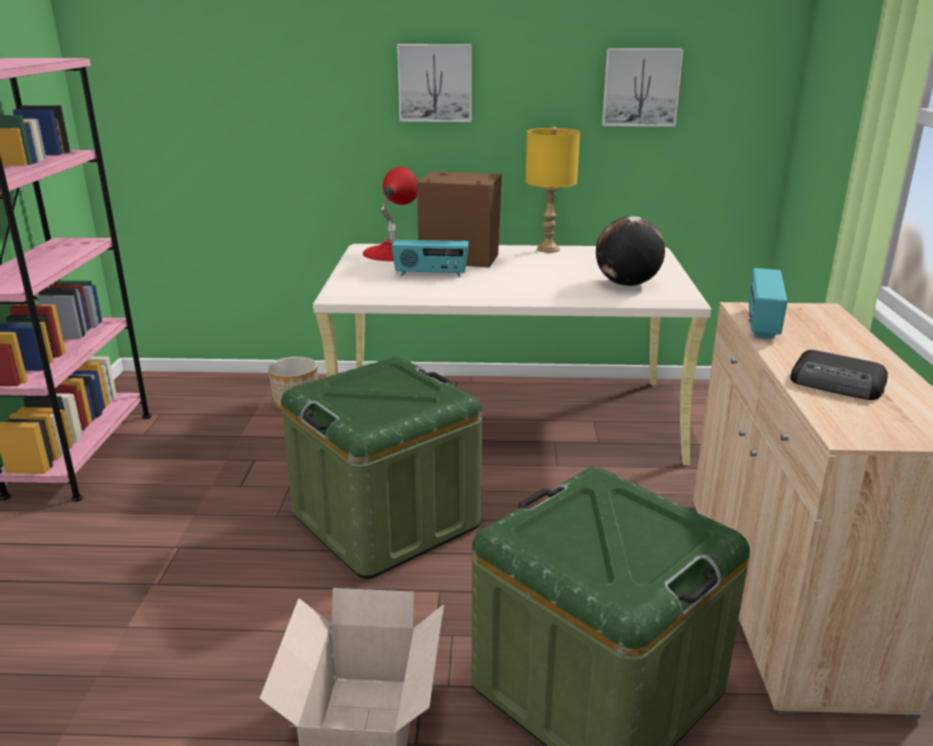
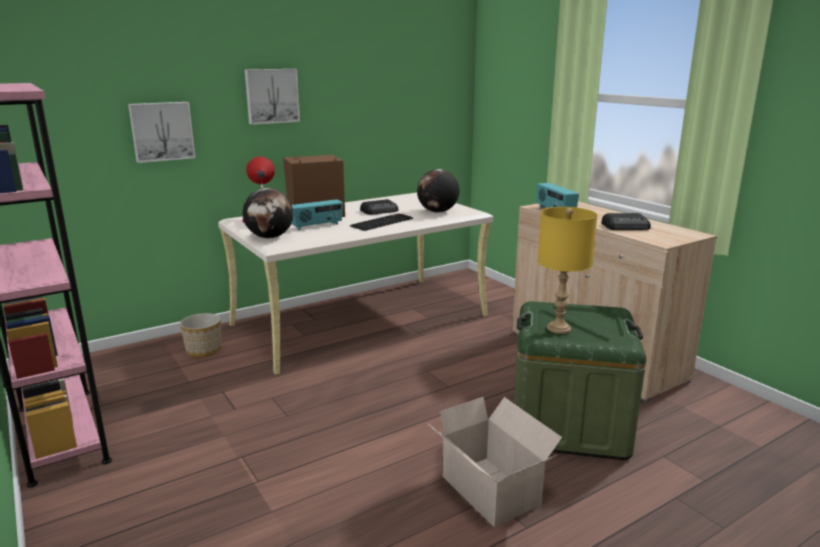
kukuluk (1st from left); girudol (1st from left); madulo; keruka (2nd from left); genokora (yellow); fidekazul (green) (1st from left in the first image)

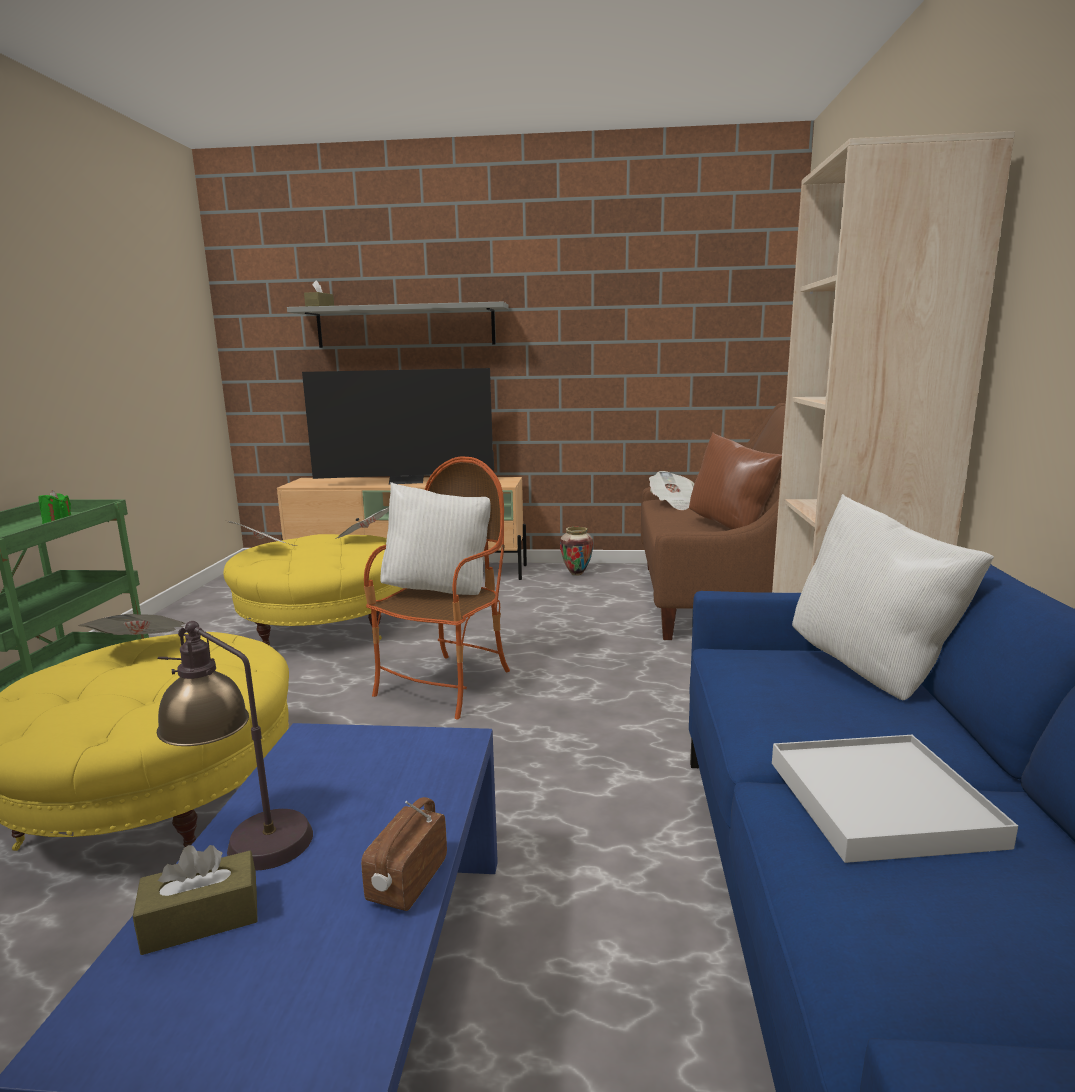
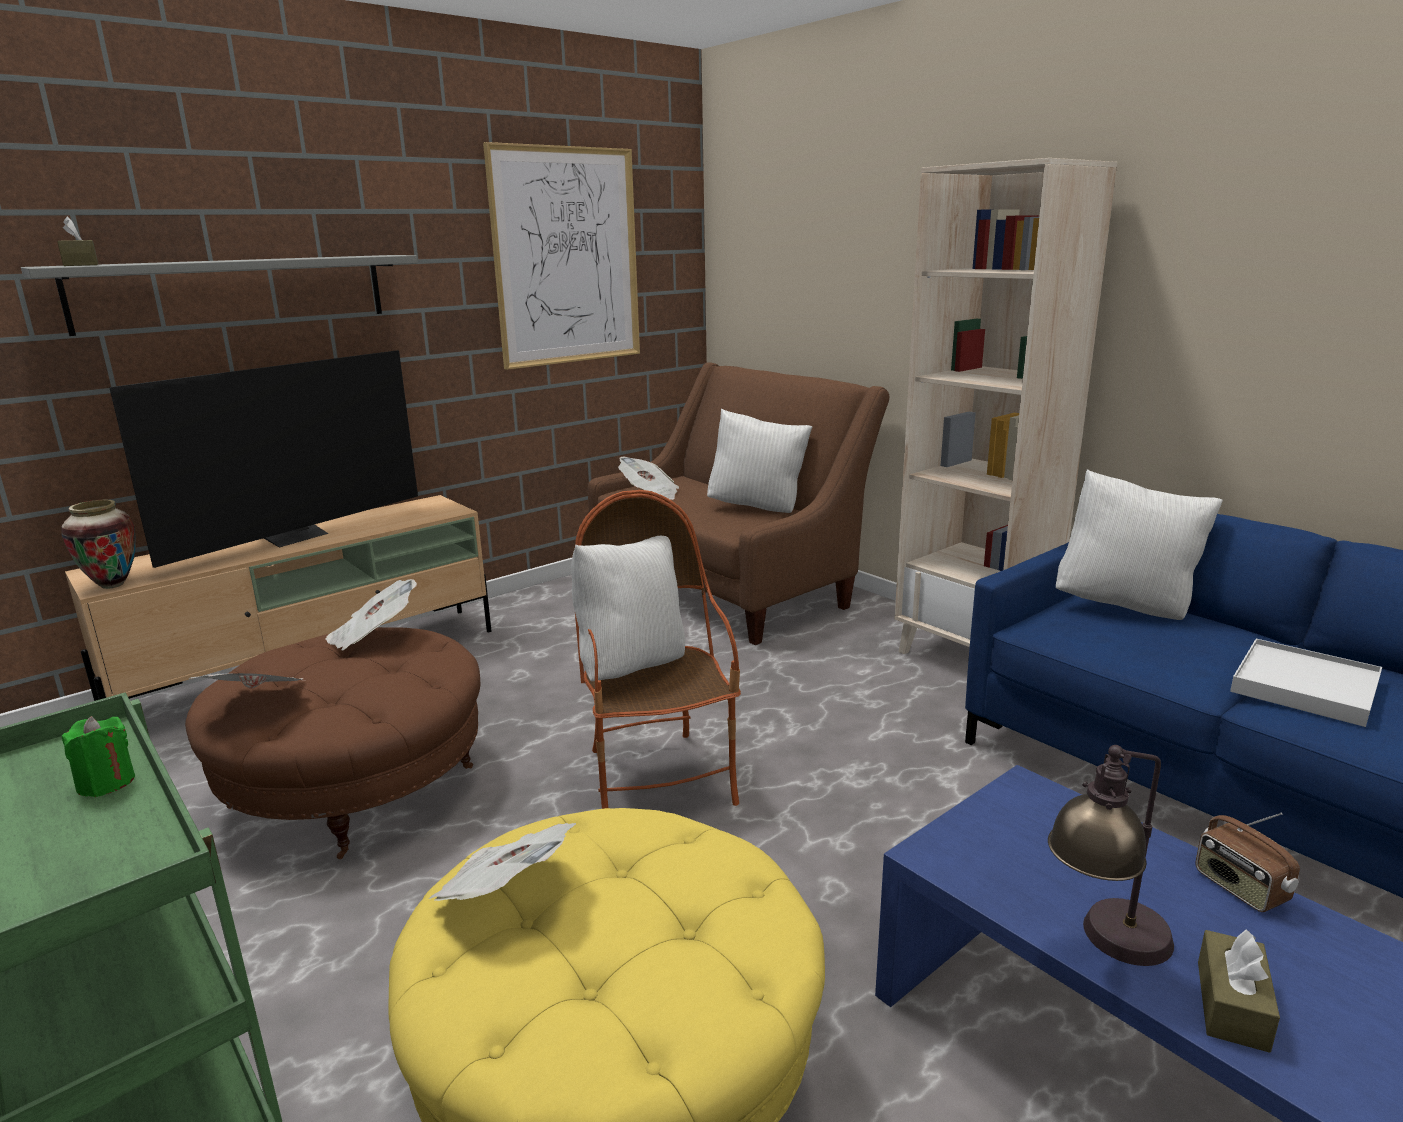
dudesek; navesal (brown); kukuluk; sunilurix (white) (2nd from left)

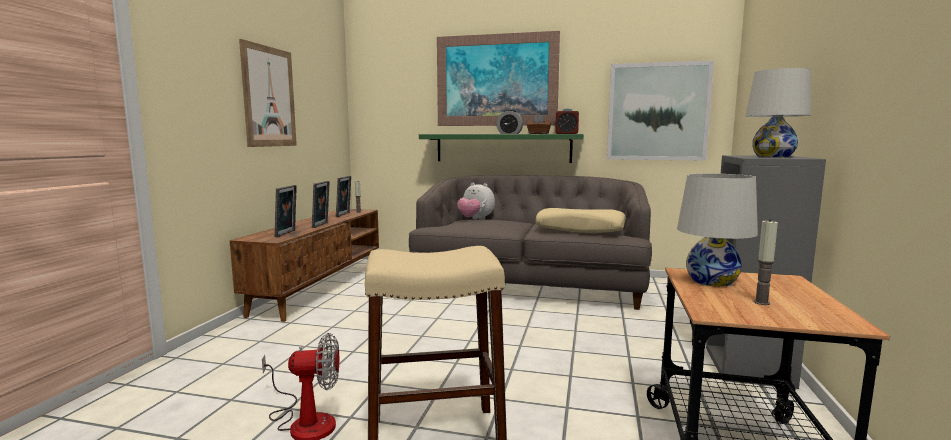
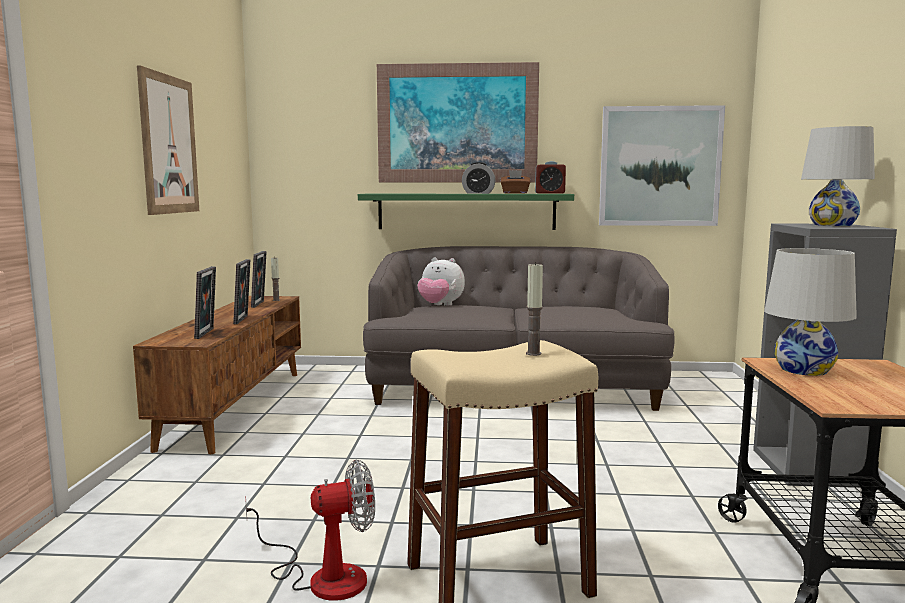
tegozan (2nd from left); sunilurix (beige)

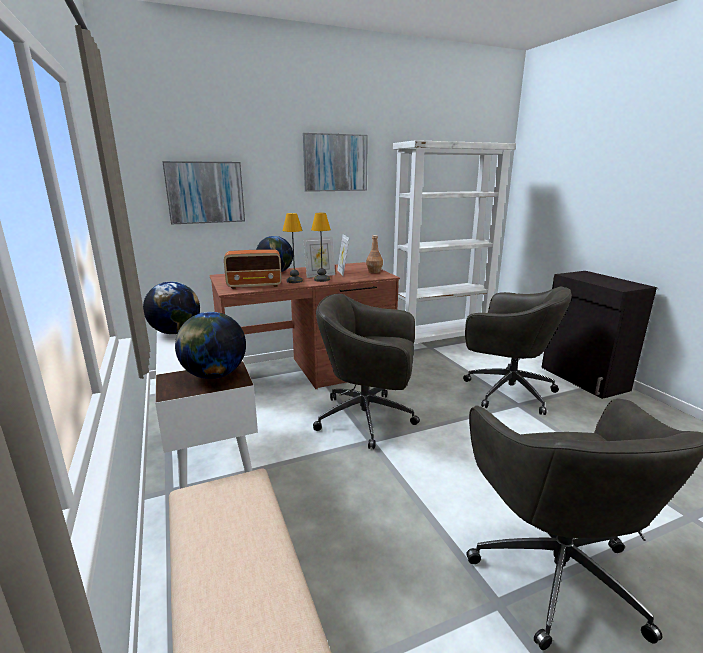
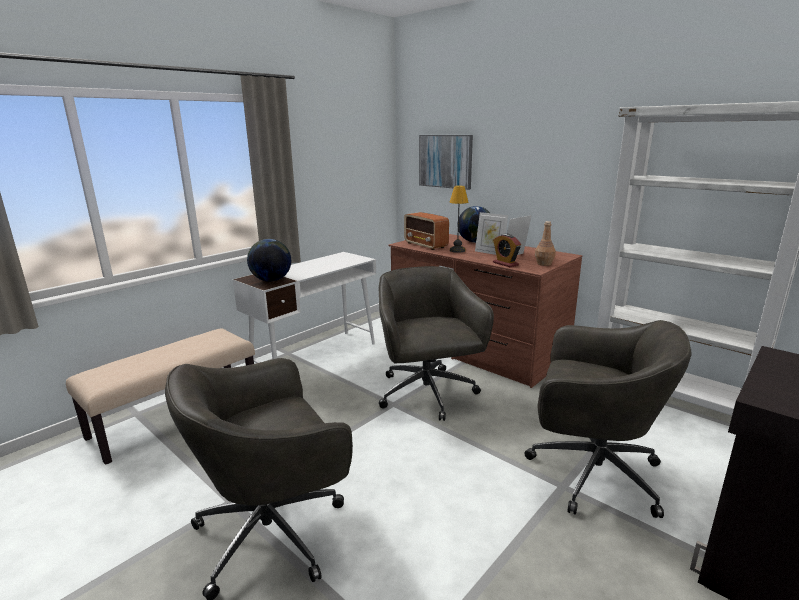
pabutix; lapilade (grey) (3rd from left); girudol (1st from left in the first image); kukuluk (2nd from left in the first image); genokora (2nd from left in the first image)

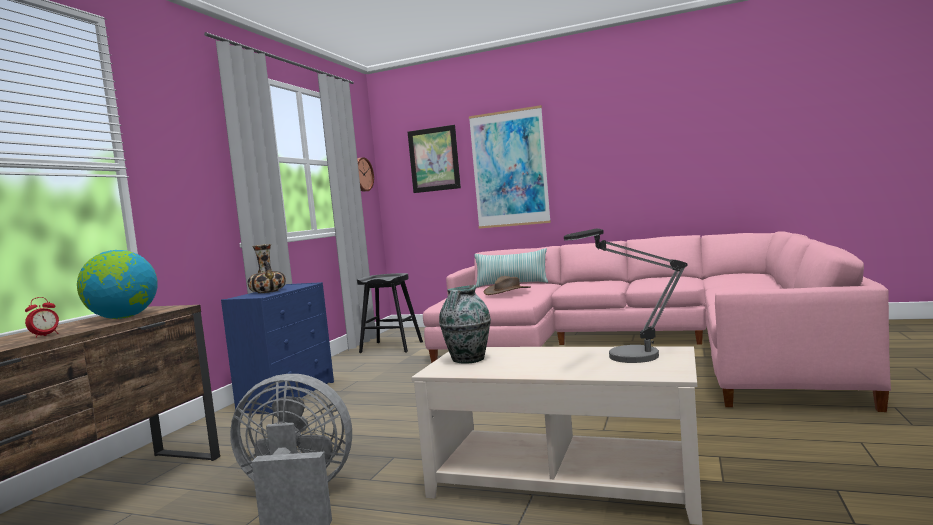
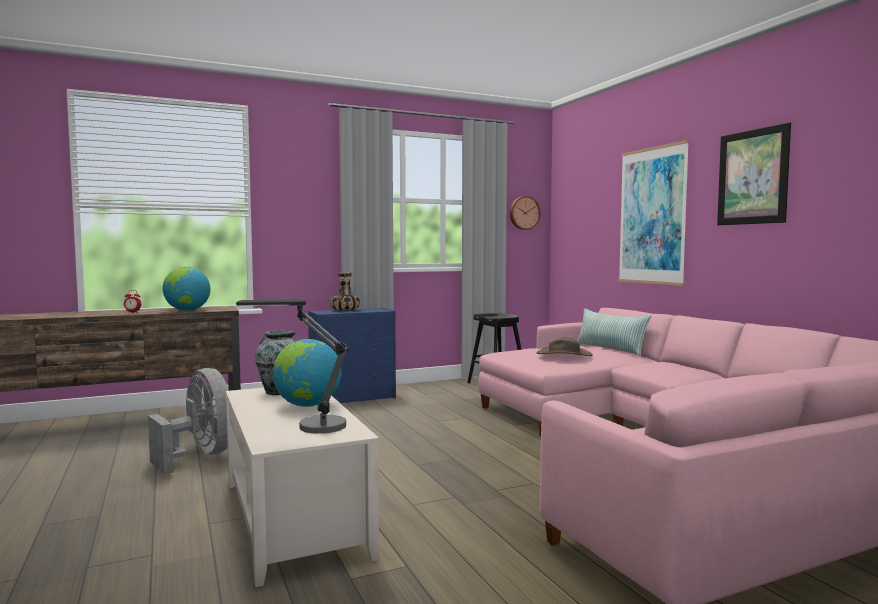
girudol (2nd from left); kukuluk (2nd from left)

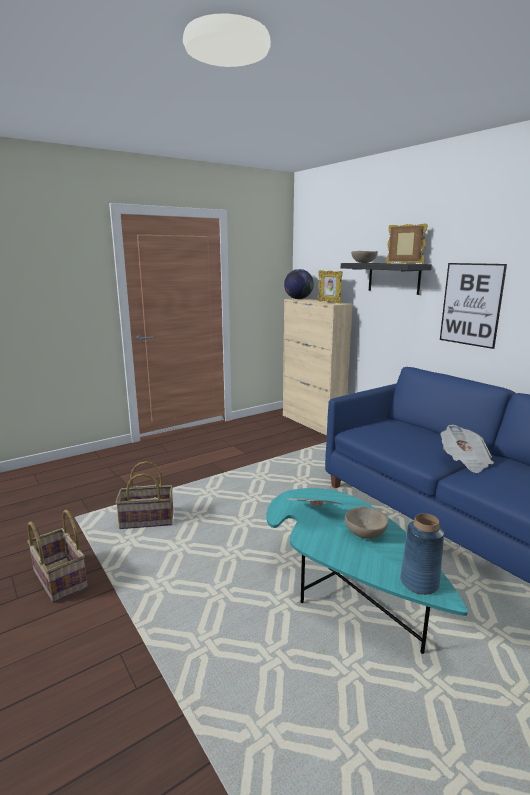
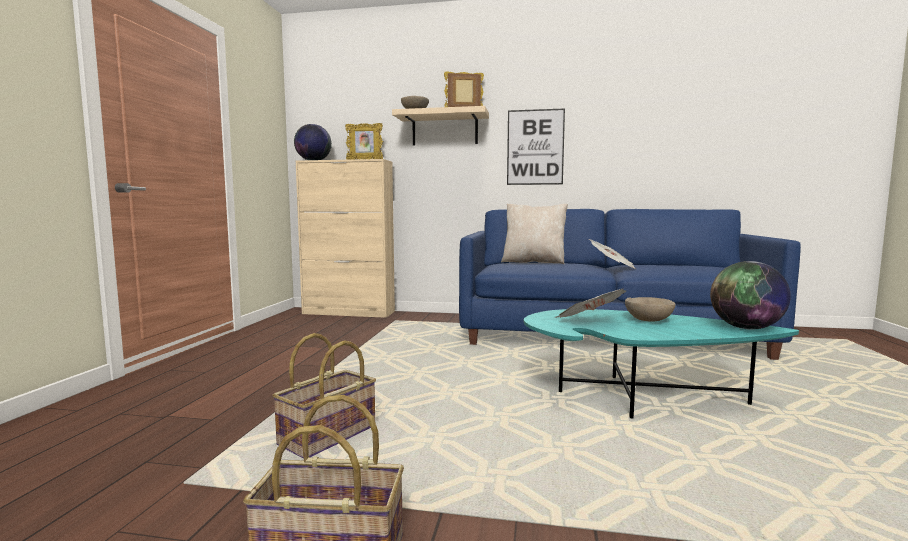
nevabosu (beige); sunilurix (beige); girudol (2nd from left)

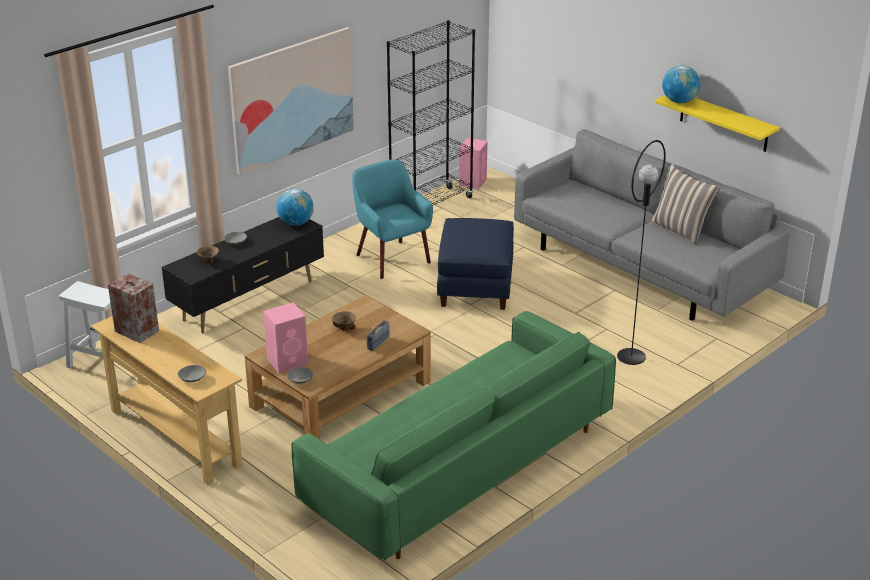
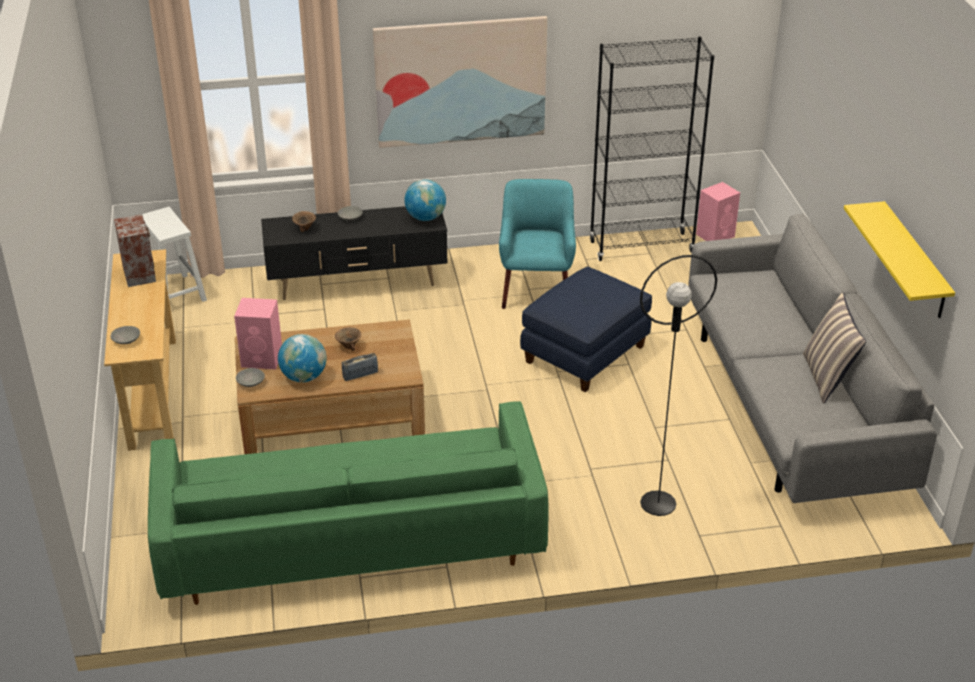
girudol (1st from left)

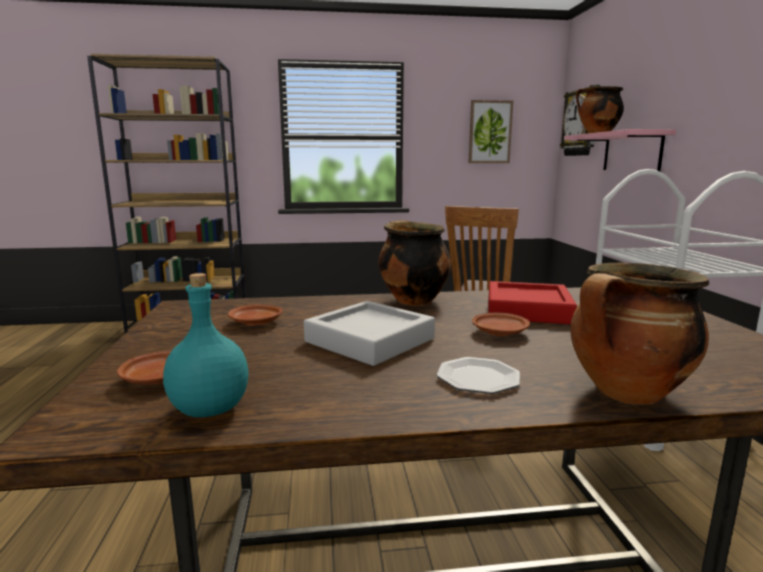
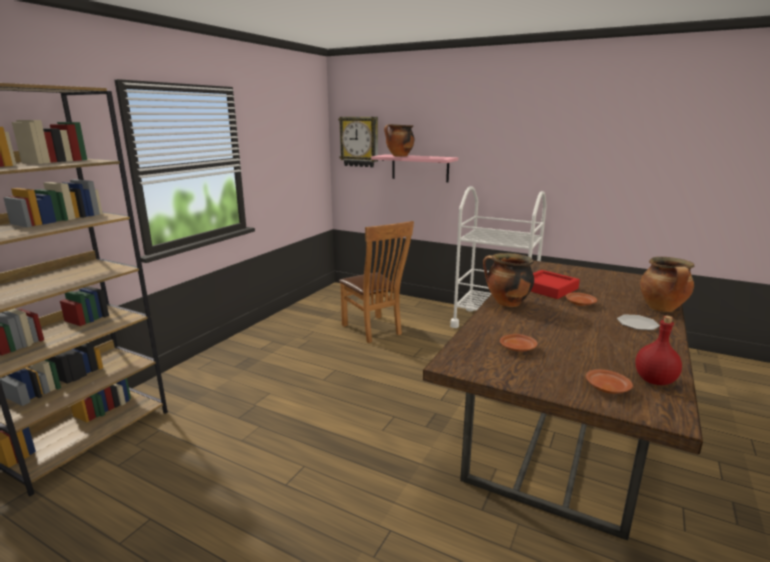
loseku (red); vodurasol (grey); kukuluk

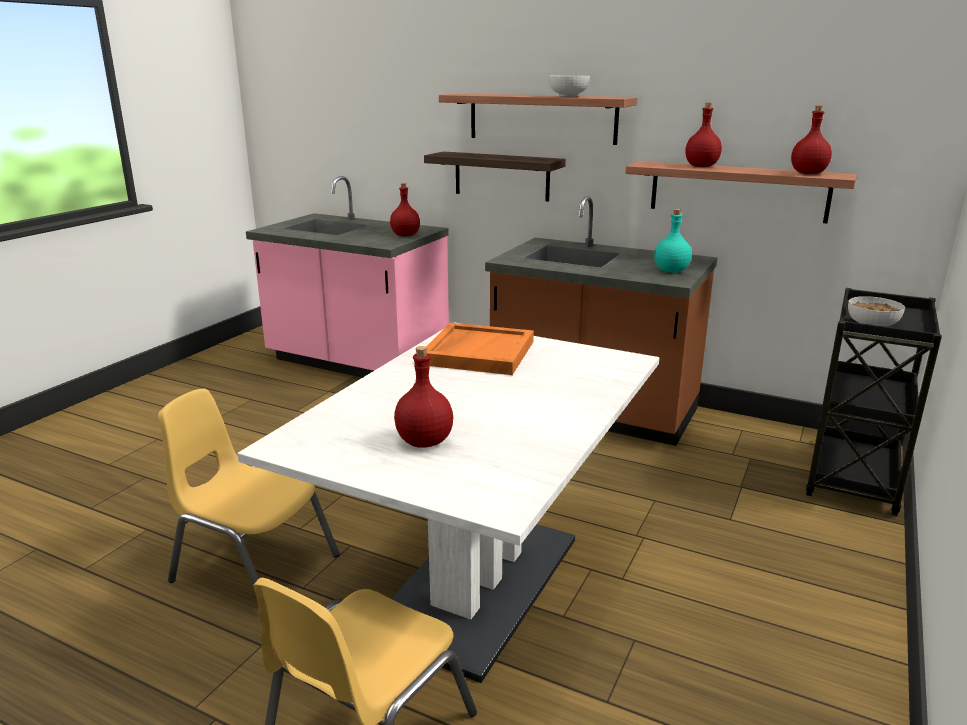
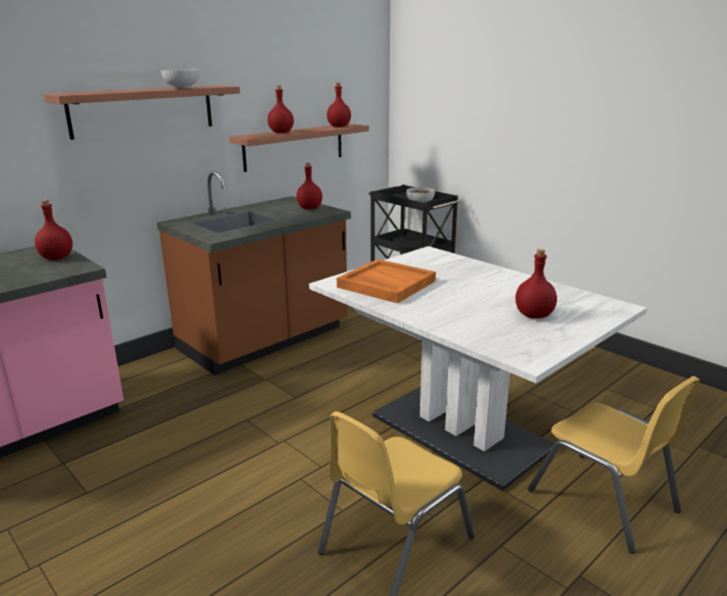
loseku (red) (3rd from left); nevabosu (1st from left in the first image)

